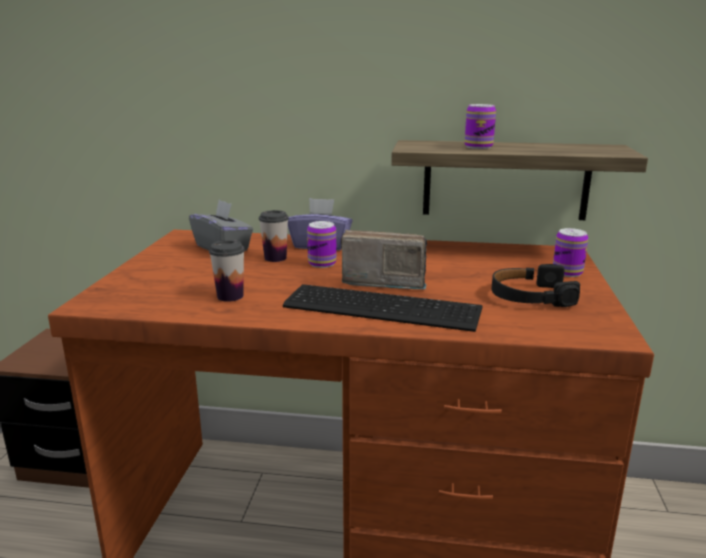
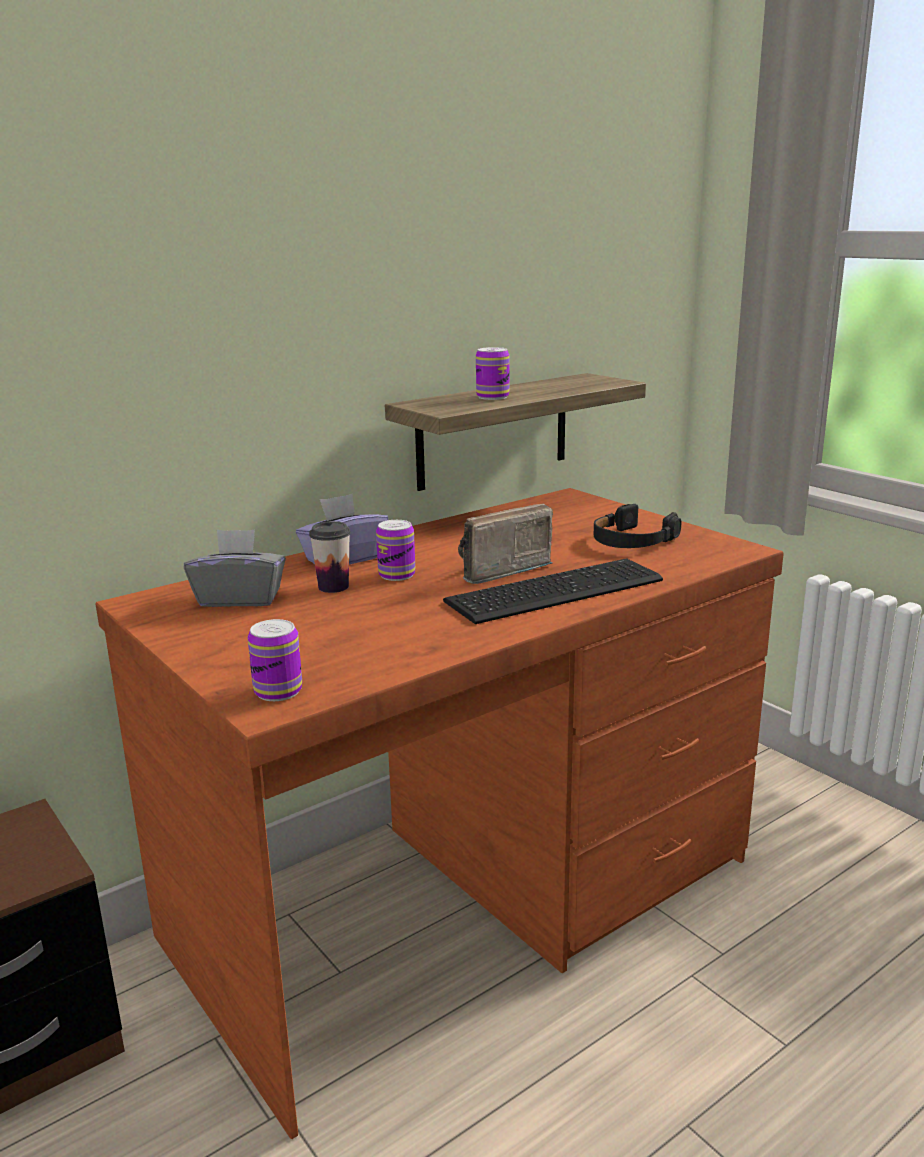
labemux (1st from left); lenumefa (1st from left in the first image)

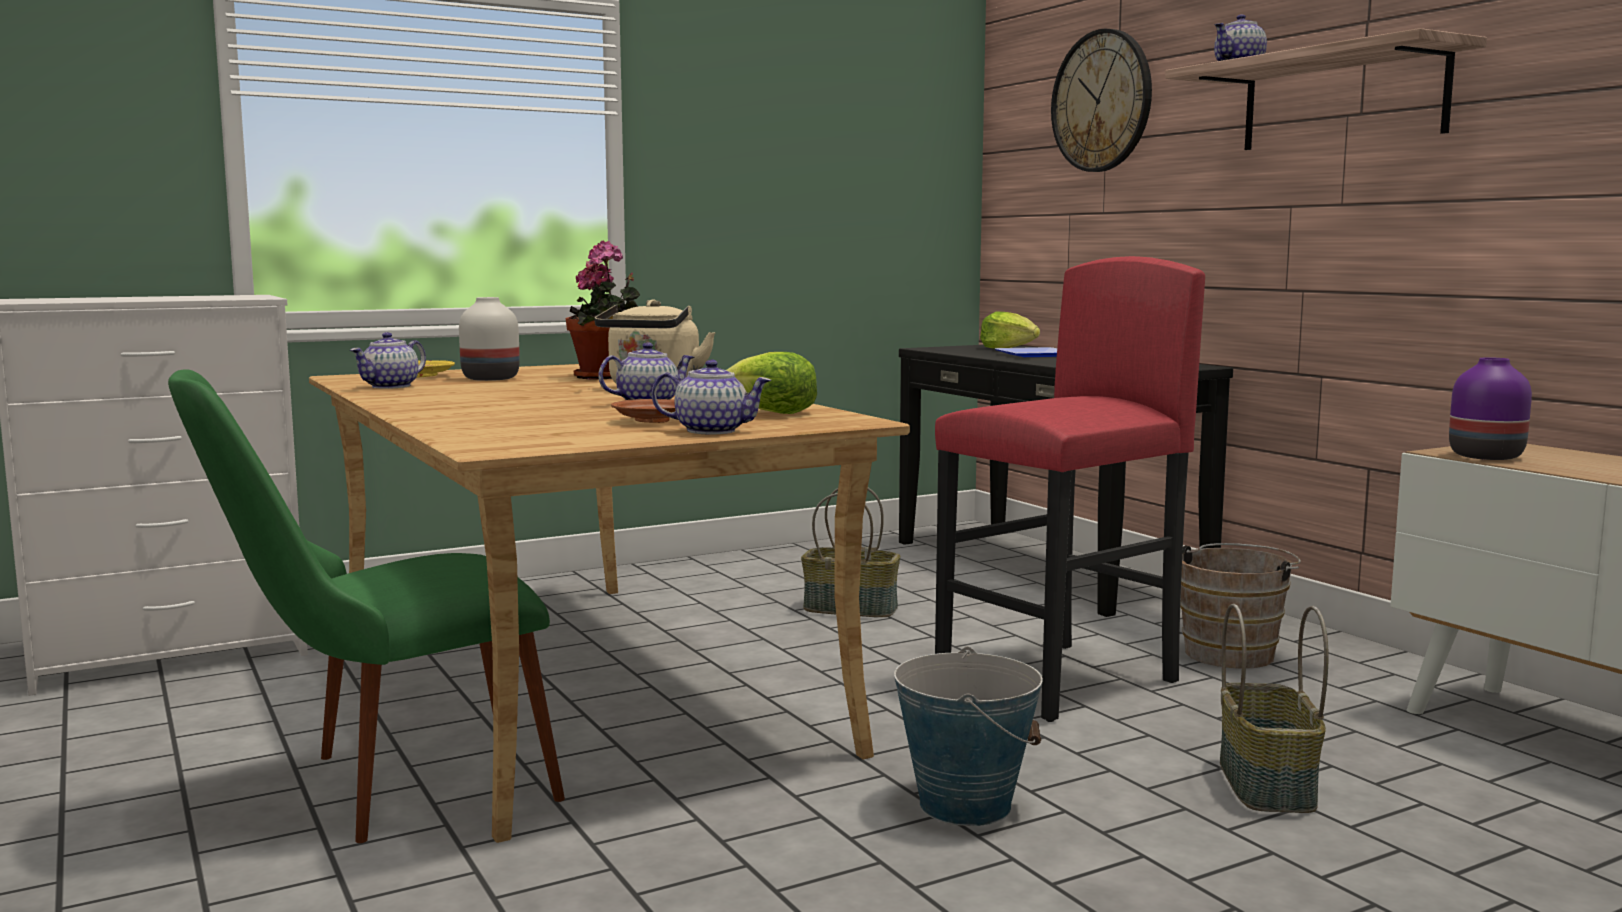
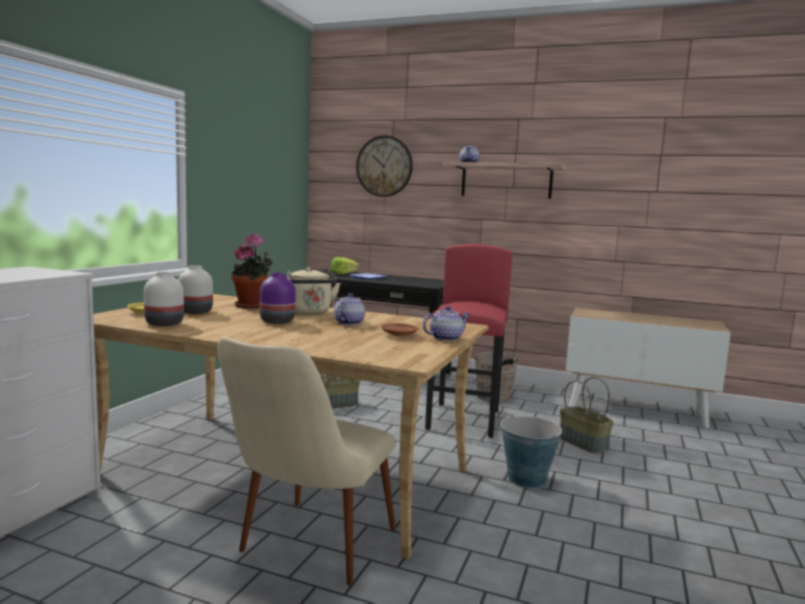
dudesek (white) (1st from left); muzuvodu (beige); dudesek (purple); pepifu (1st from left in the first image)

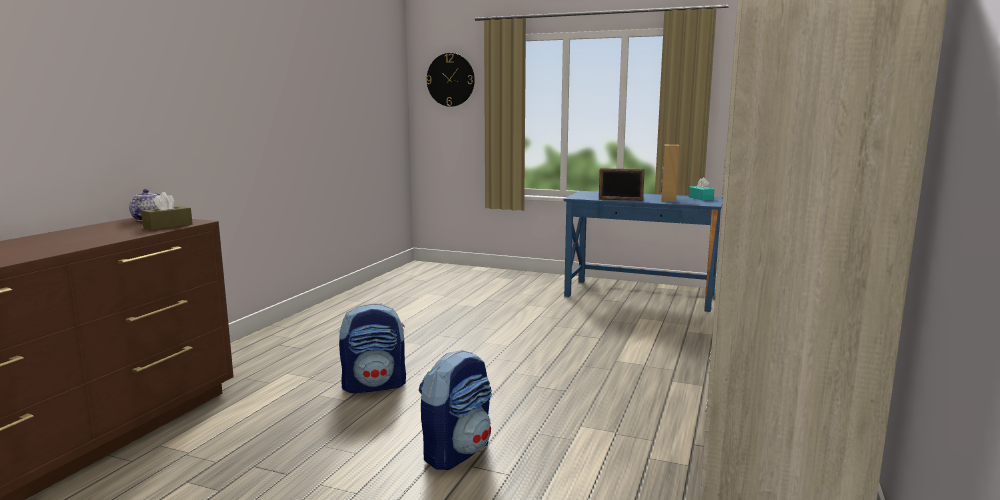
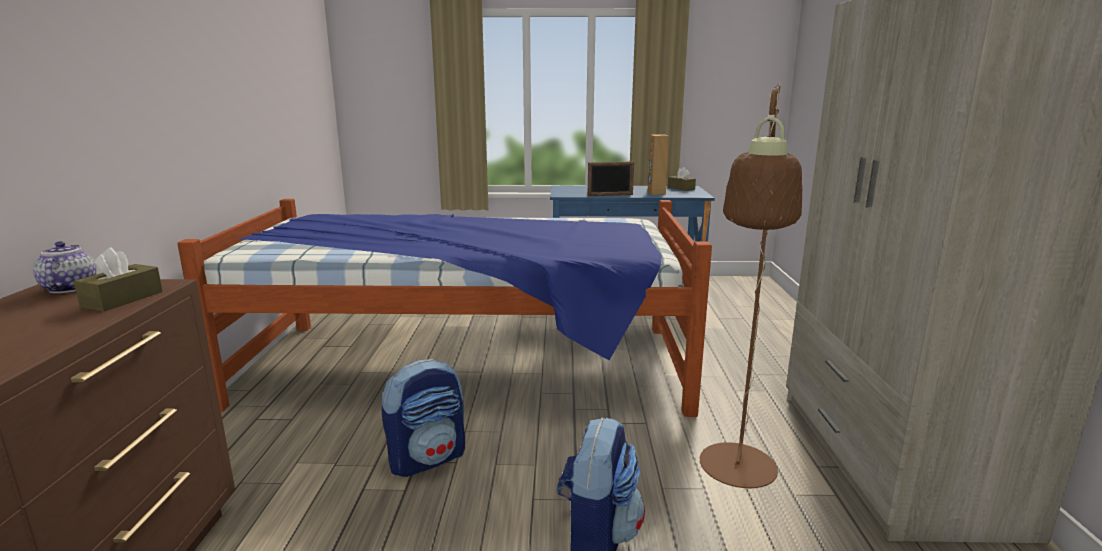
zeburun; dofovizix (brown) (2nd from left); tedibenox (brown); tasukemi

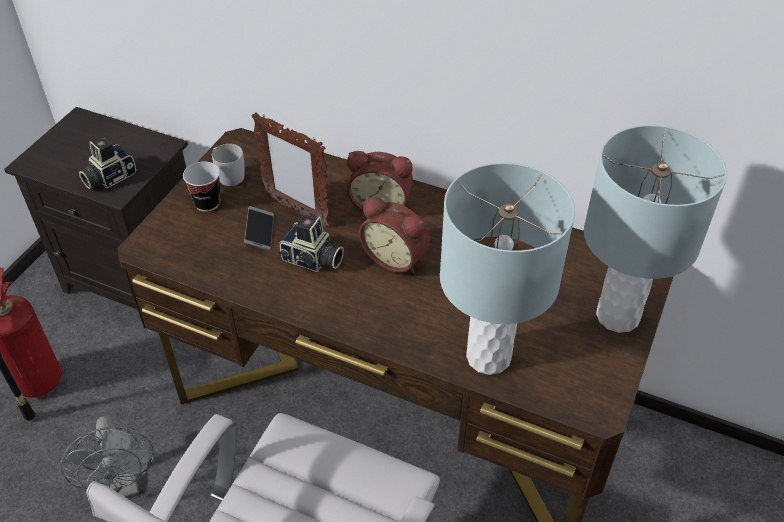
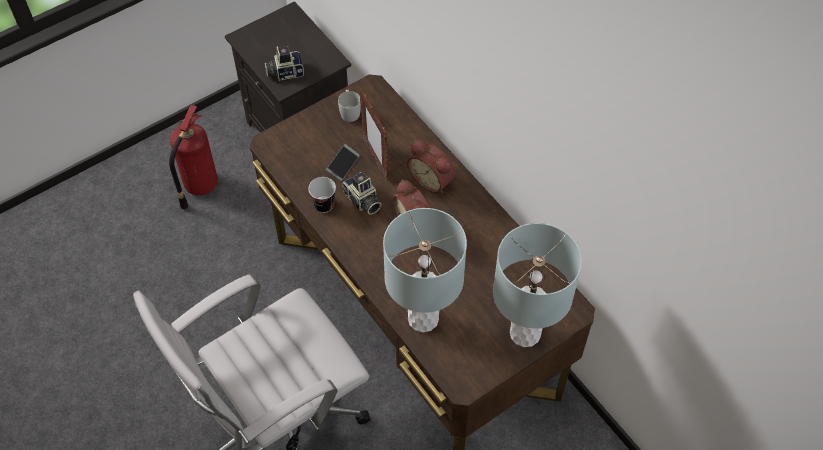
lenumefa; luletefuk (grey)

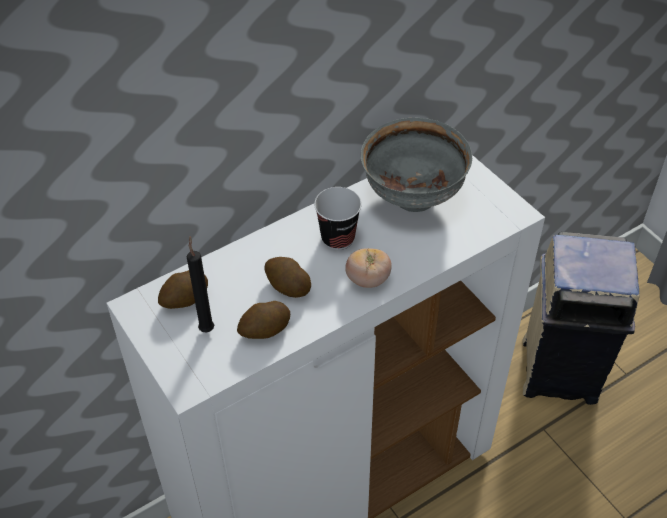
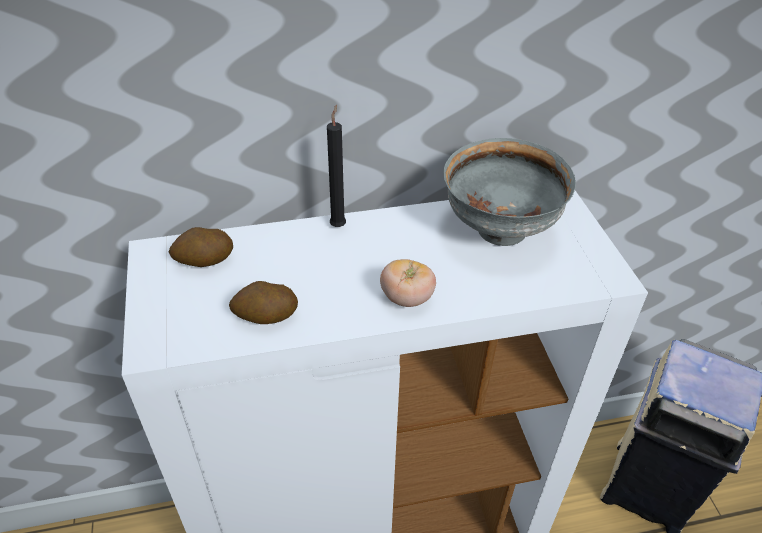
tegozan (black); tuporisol (3rd from left in the first image); lenumefa

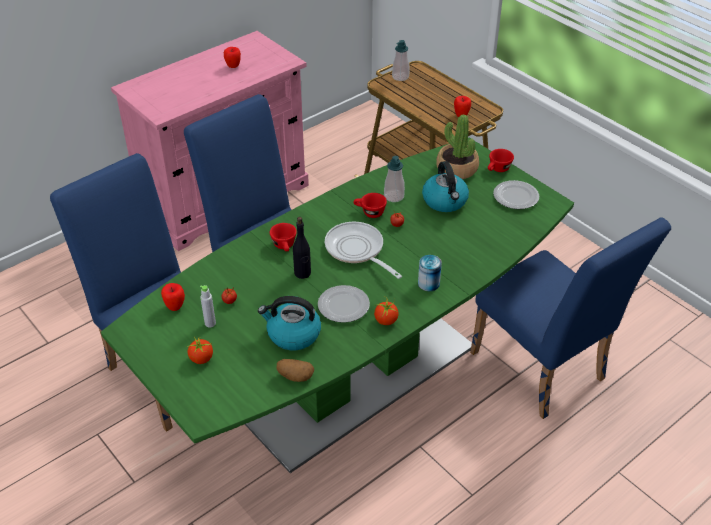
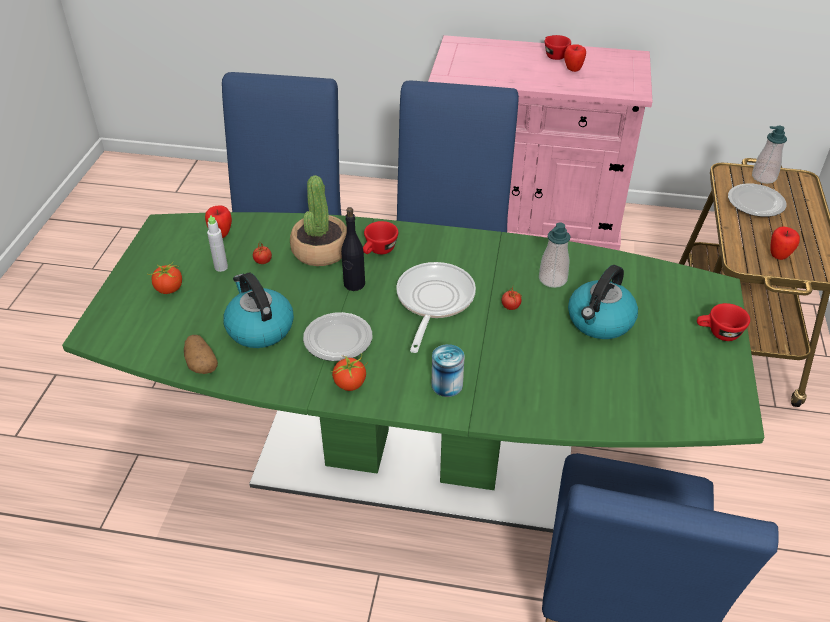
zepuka; lenumefa (red) (2nd from left); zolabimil (2nd from left)

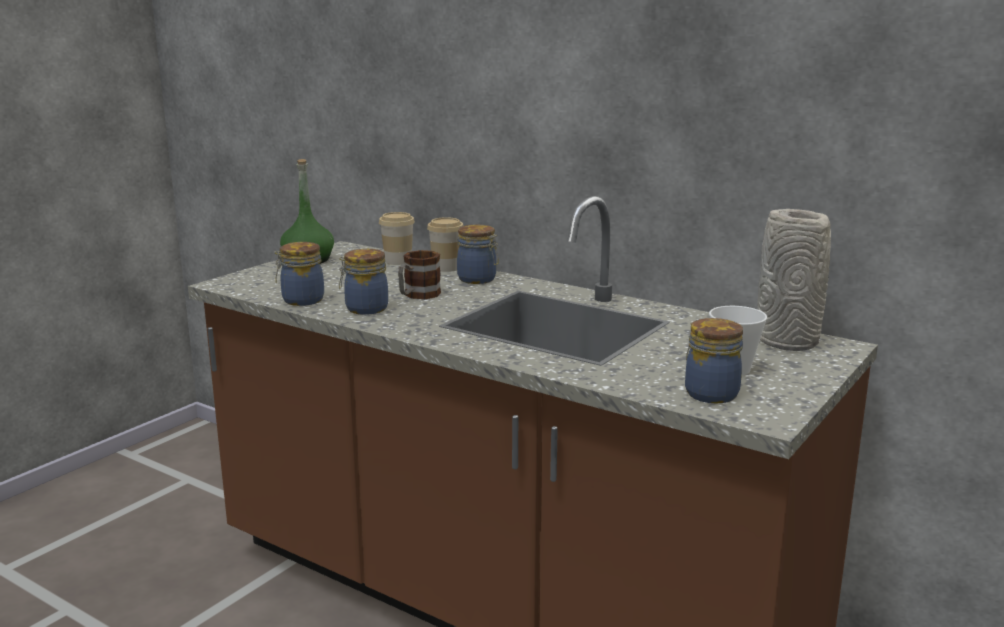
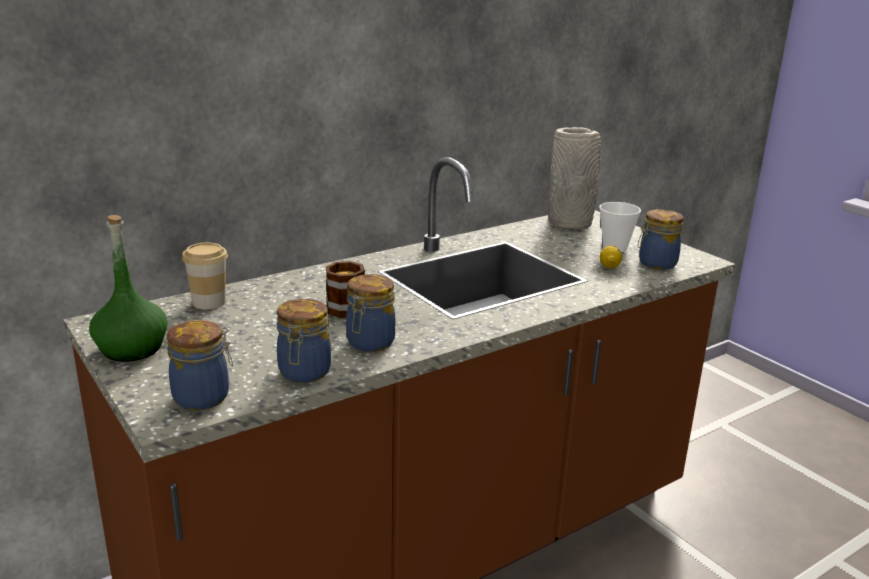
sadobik (1st from left); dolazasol; lenumefa (2nd from left in the first image)

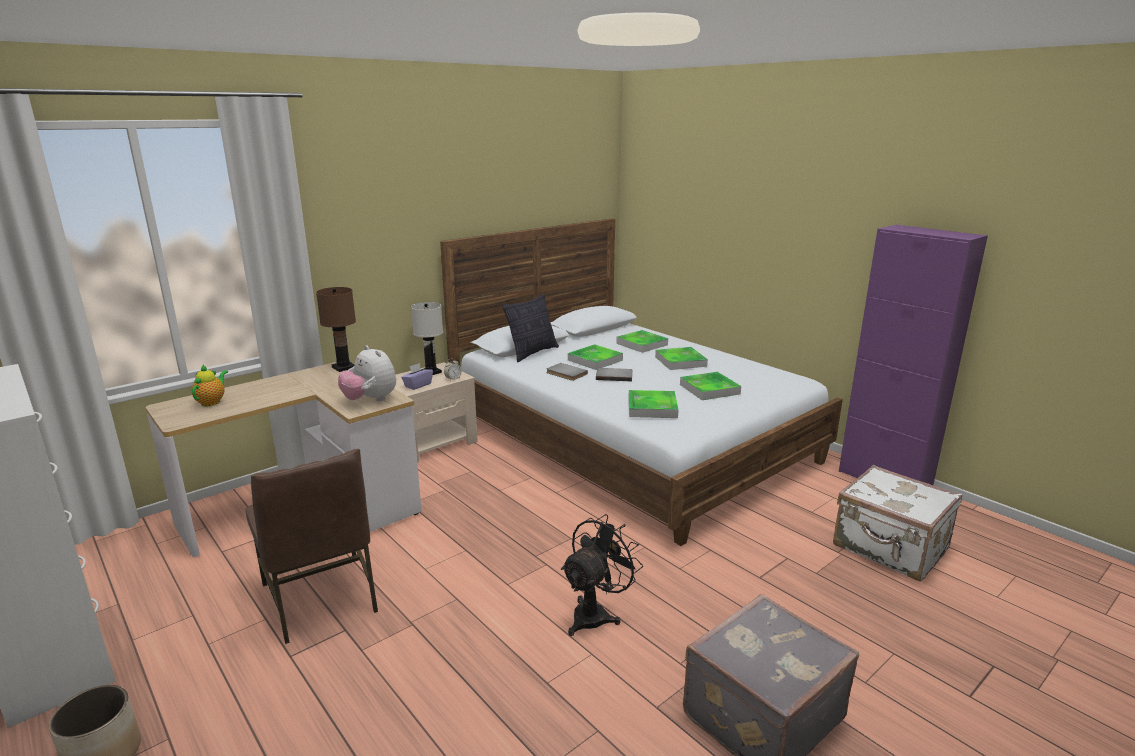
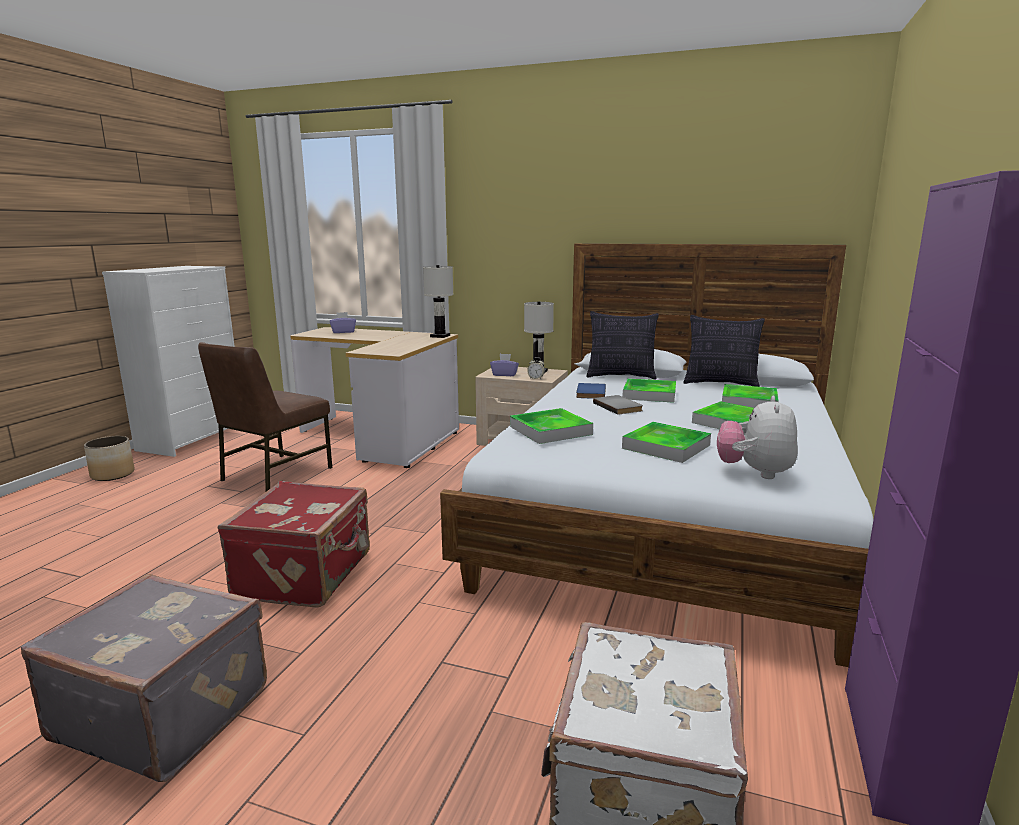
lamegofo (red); dofovizix (purple) (1st from left); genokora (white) (1st from left); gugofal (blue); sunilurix (2nd from left); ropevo

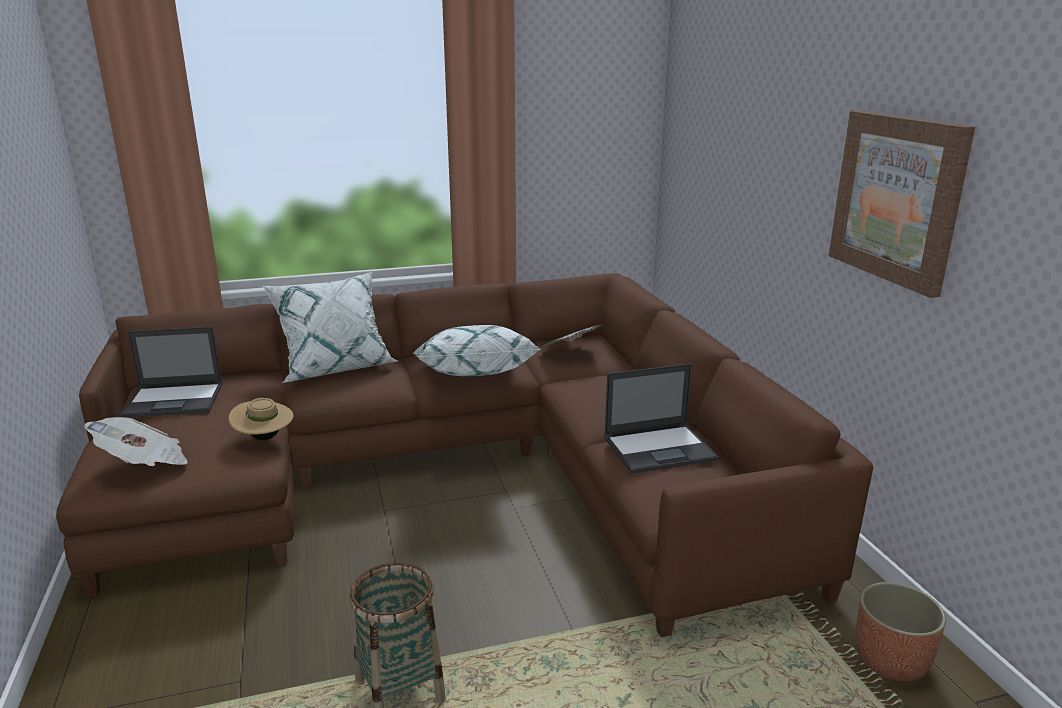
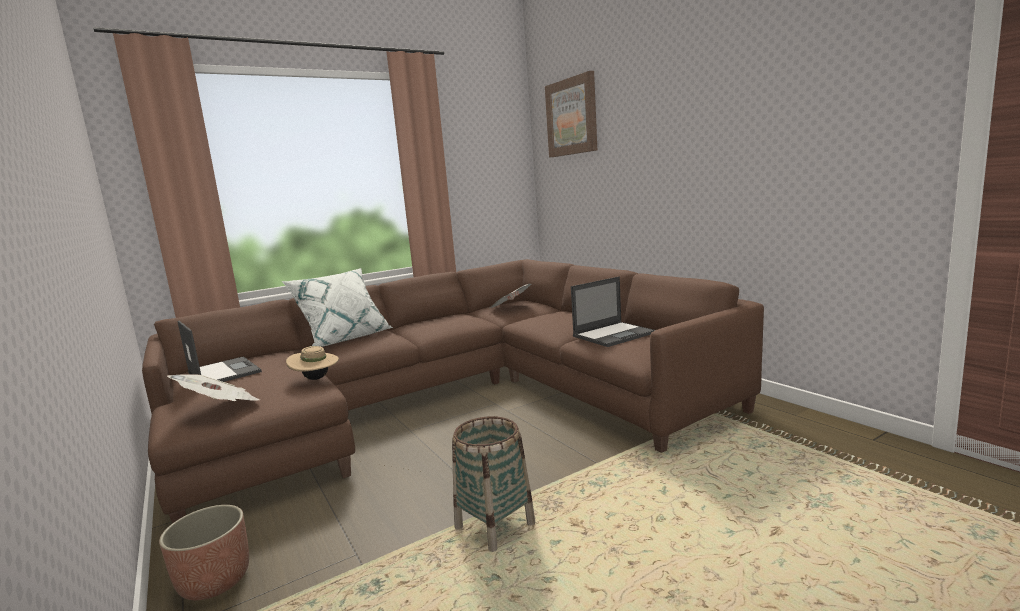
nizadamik; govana (1st from left); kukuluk; sunilurix (white) (2nd from left in the first image)

